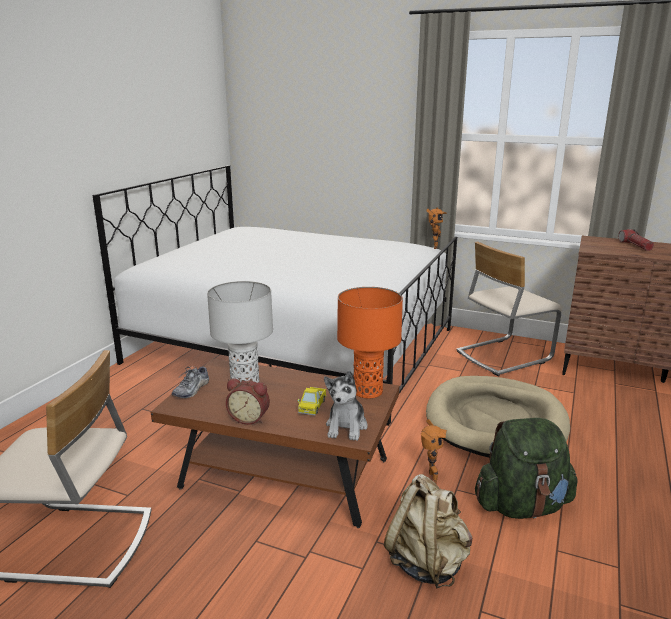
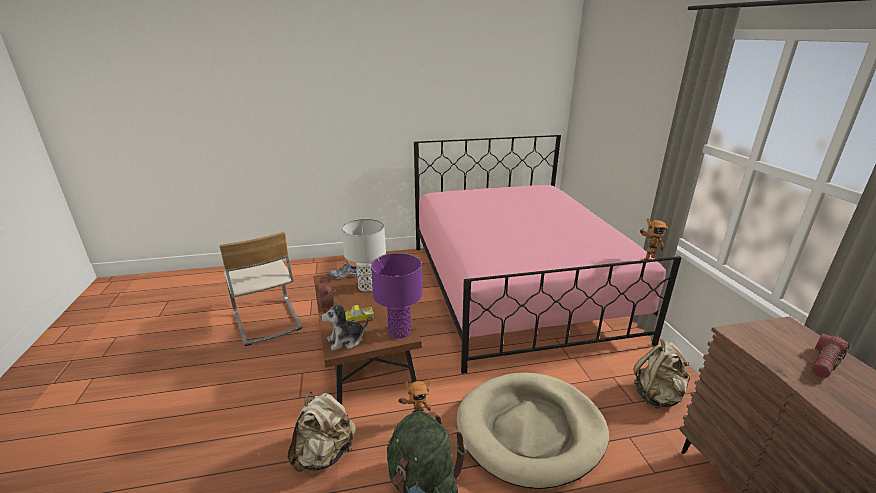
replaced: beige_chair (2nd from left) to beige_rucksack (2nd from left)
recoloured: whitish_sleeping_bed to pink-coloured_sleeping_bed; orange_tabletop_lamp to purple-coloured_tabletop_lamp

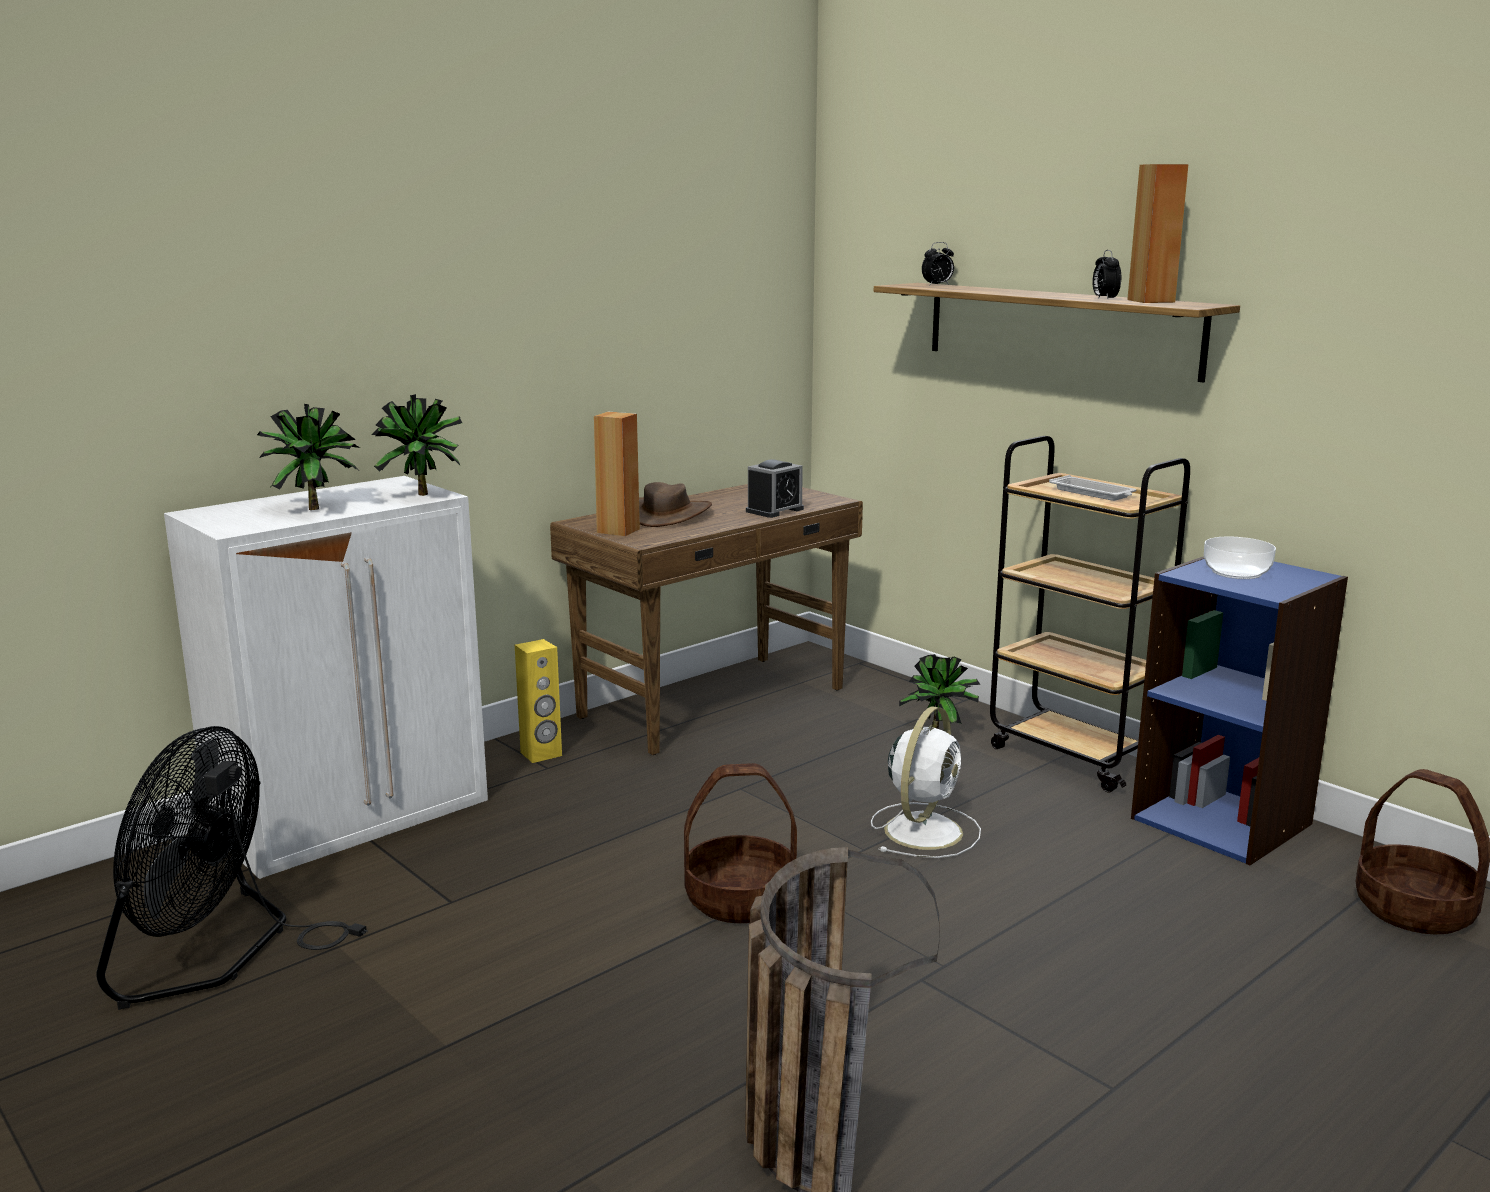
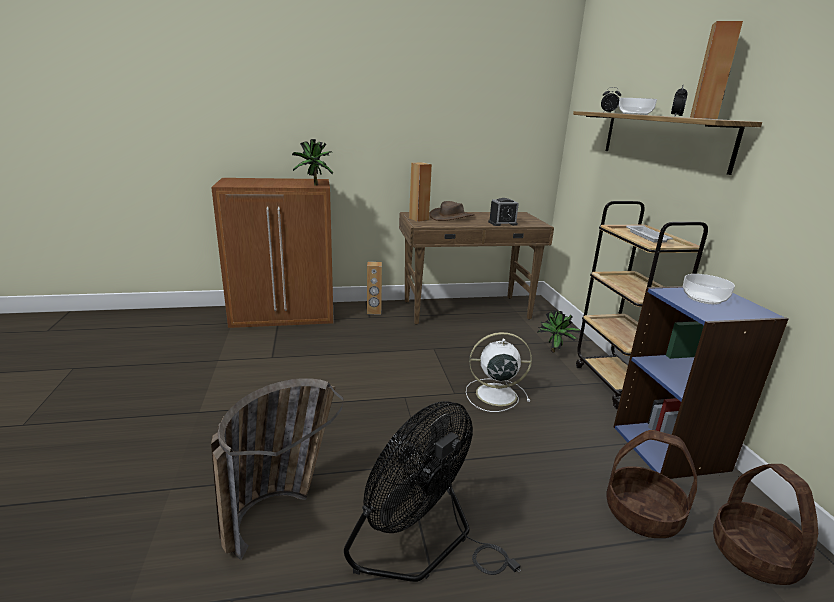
removed: potted_plant (1st from left)
added: serving_bowl (1st from left)
moved: black_cooling_fan; storage_basket (1st from left in the first image) to storage_basket (2nd from left)
recoloured: whitish_storage_cabinet to brownish_storage_cabinet; yellow_loudspeaker to brownish_loudspeaker (1st from left)
turned: whitish_cooling_fan 150 degrees counterclockwise

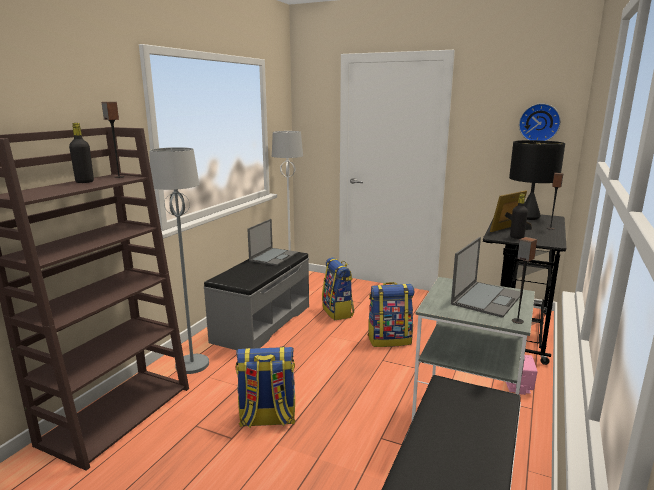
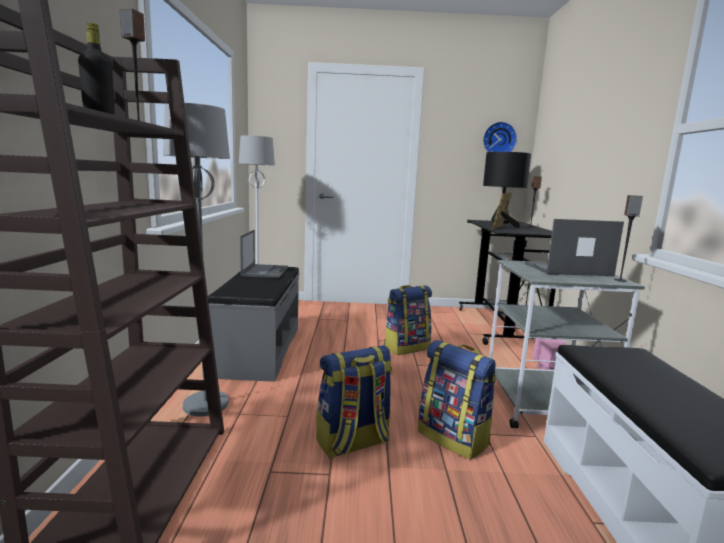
removed: black_drink_bottle (2nd from left)
moved: rucksack (2nd from left in the first image) to rucksack (3rd from left)
turned: laptop (2nd from left) 105 degrees counterclockwise

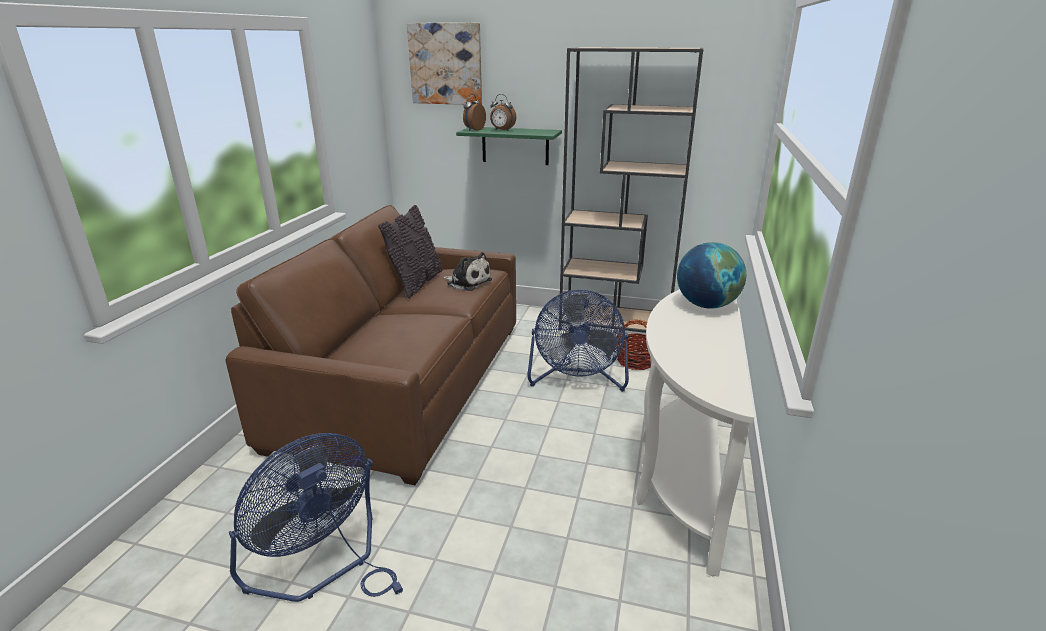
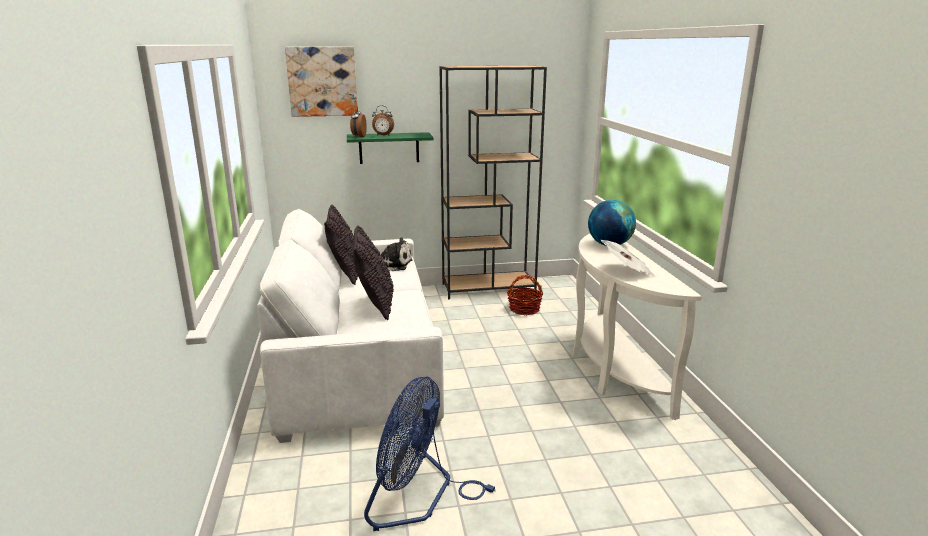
removed: bluish_cooling_fan (2nd from left)
added: black_cushion (2nd from left); newspaper
recoloured: brownish_couch to whitish_couch

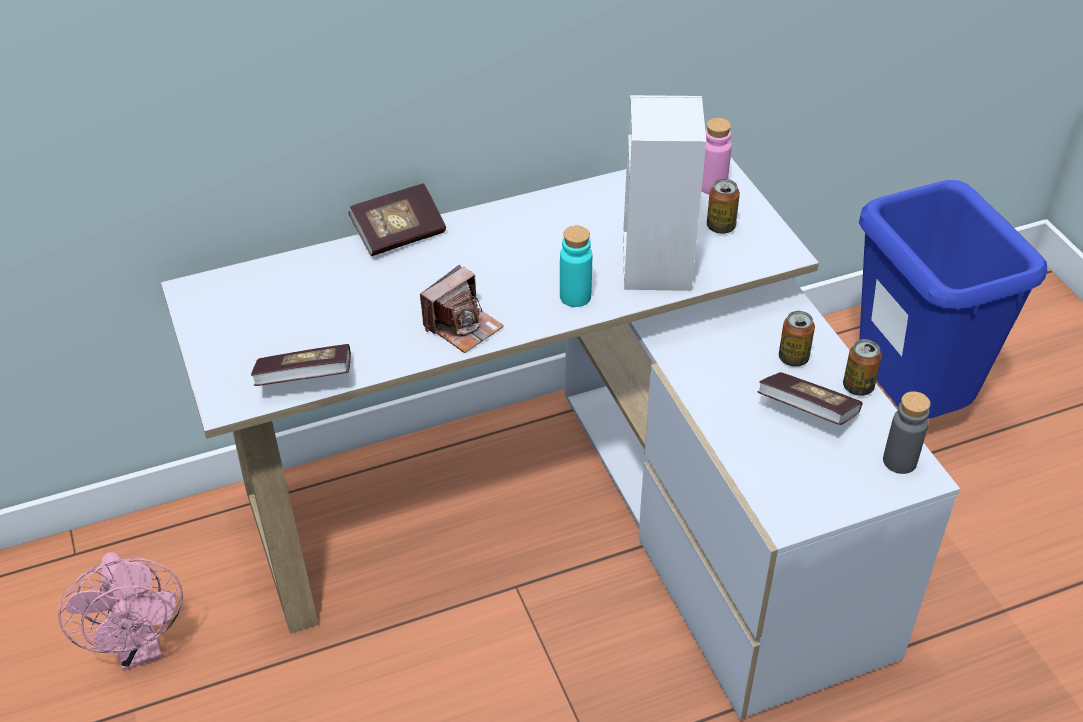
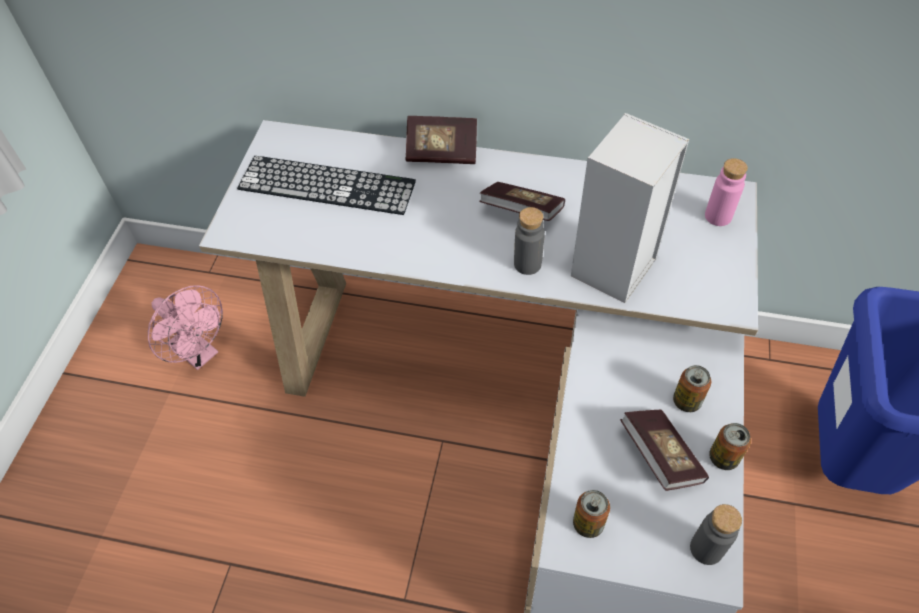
removed: still_camera
added: PC_keyboard
moved: sealed_can (1st from left); volume (1st from left in the first image) to volume (2nd from left)
recoloured: turquoise-coloured_drink_bottle to gray_drink_bottle (1st from left)
turned: pink-coloured_cooling_fan 60 degrees counterclockwise

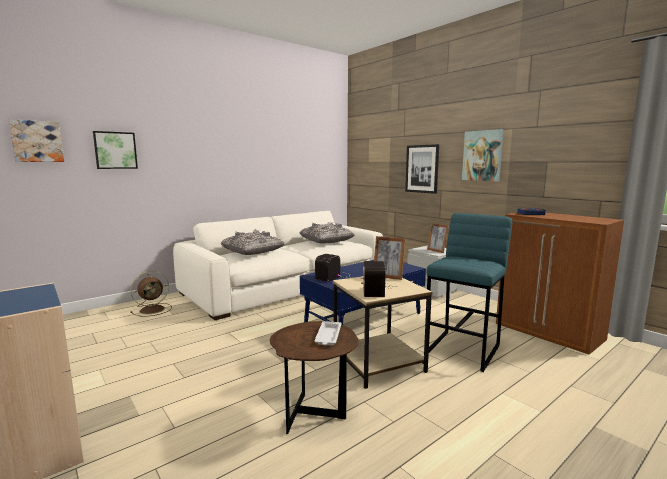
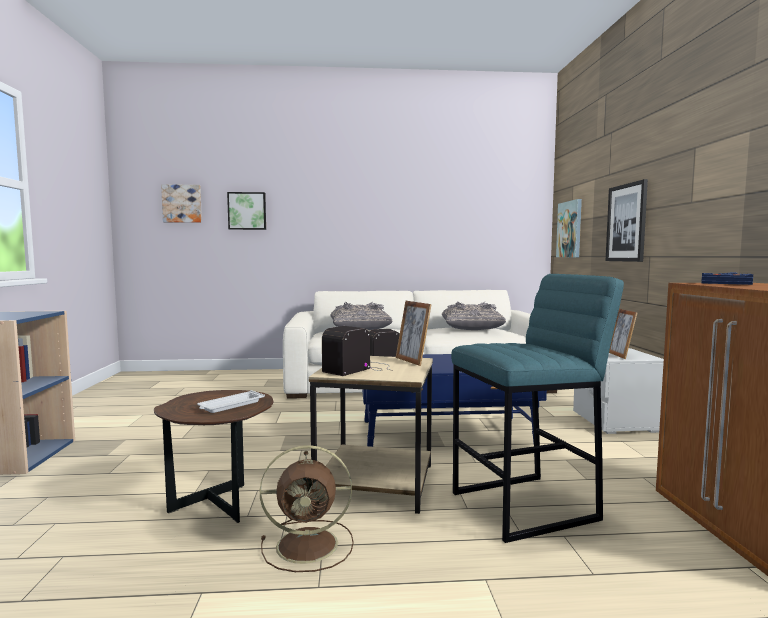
moved: picture (4th from left in the first image) to picture (3rd from left); brownish_cooling_fan

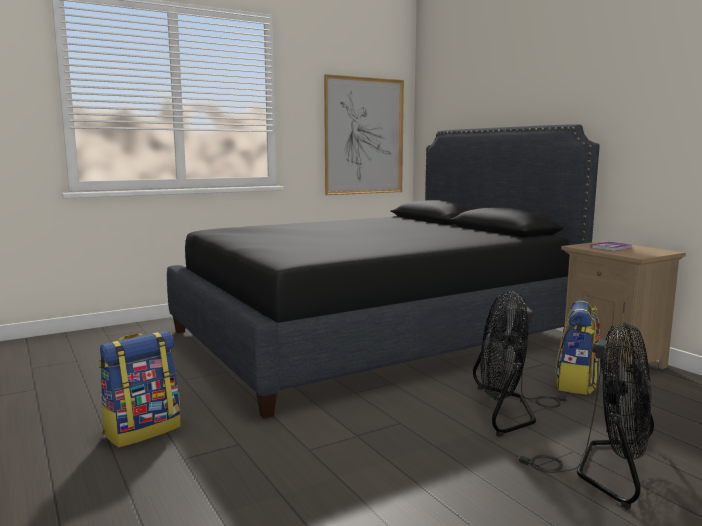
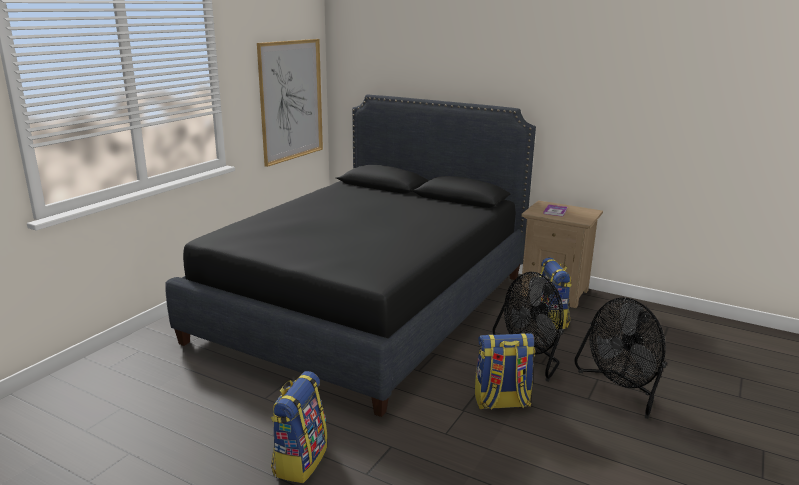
added: rucksack (2nd from left)
turned: black_cooling_fan (2nd from left) 150 degrees clockwise

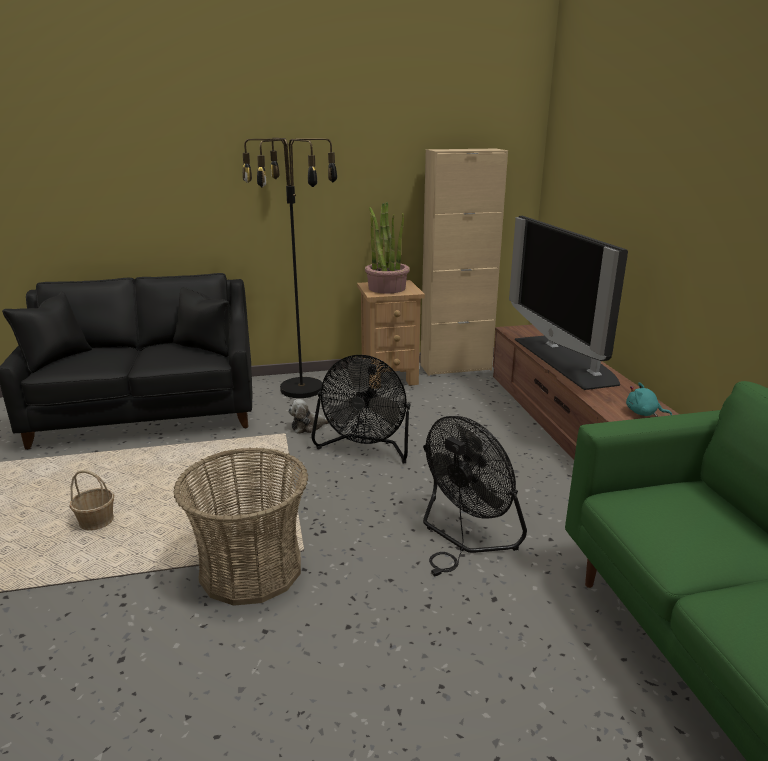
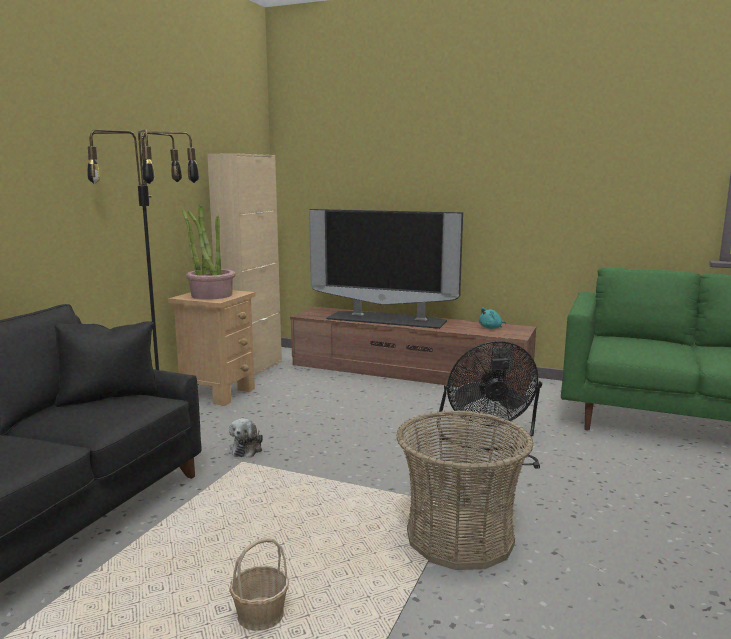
removed: black_cooling_fan (1st from left)

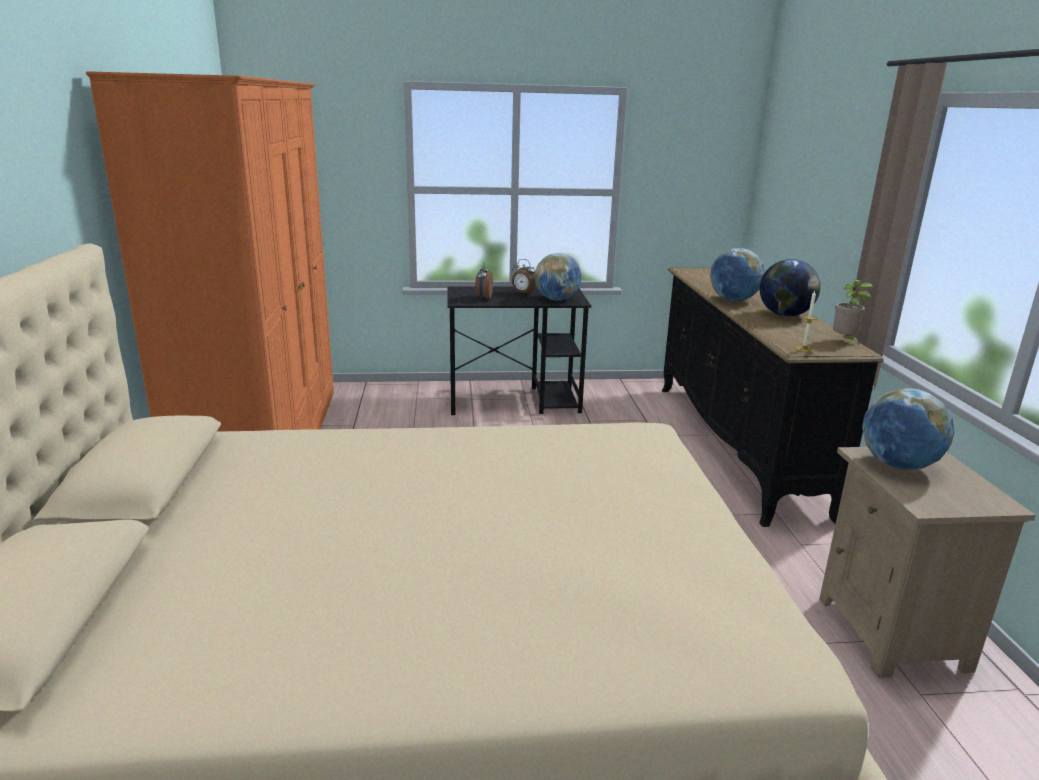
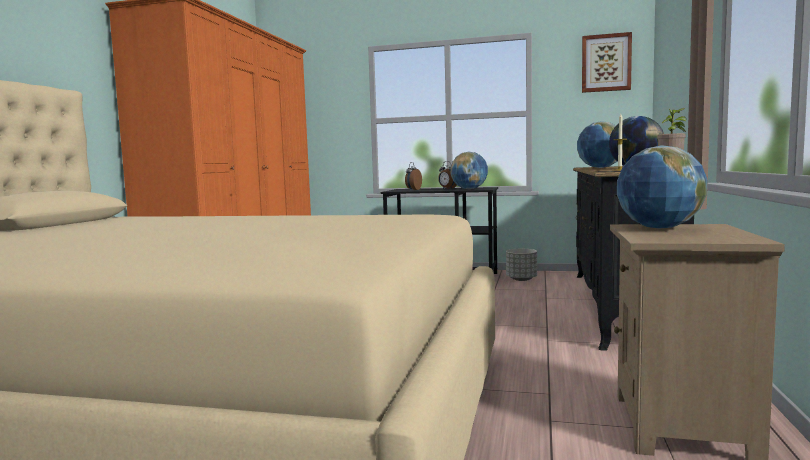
added: picture; gray_flower_pot

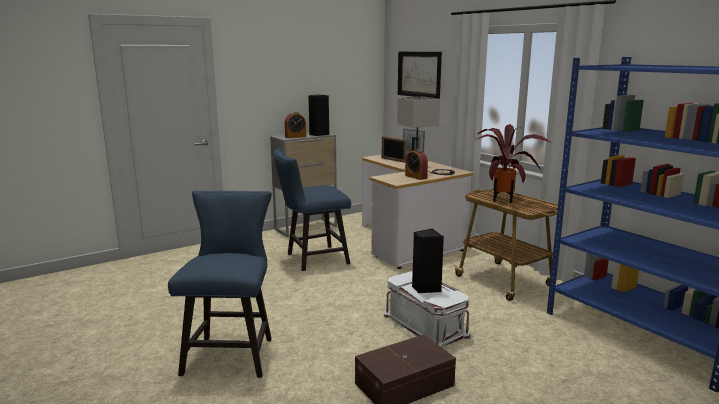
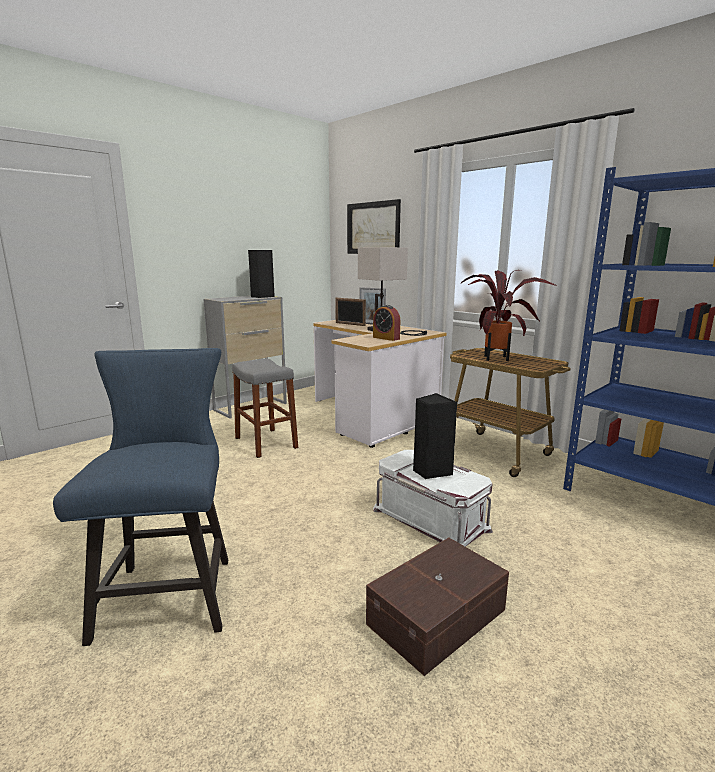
removed: bedside_clock (1st from left)
replaced: bluish_chair (2nd from left) to gray_sitting_stool

